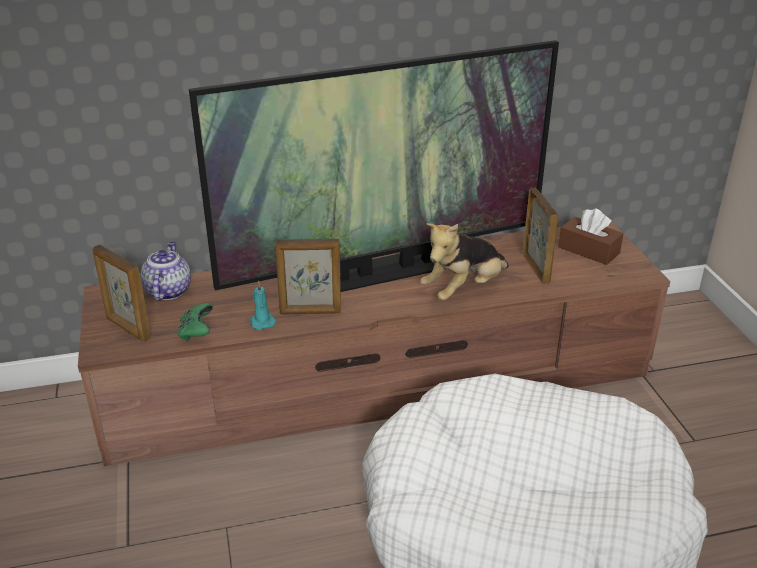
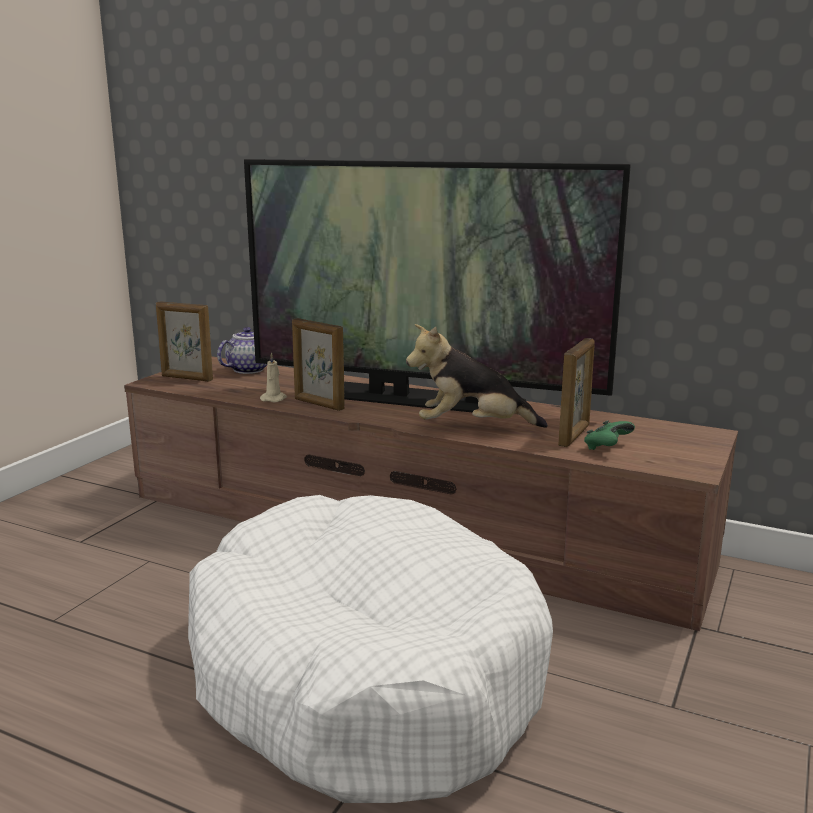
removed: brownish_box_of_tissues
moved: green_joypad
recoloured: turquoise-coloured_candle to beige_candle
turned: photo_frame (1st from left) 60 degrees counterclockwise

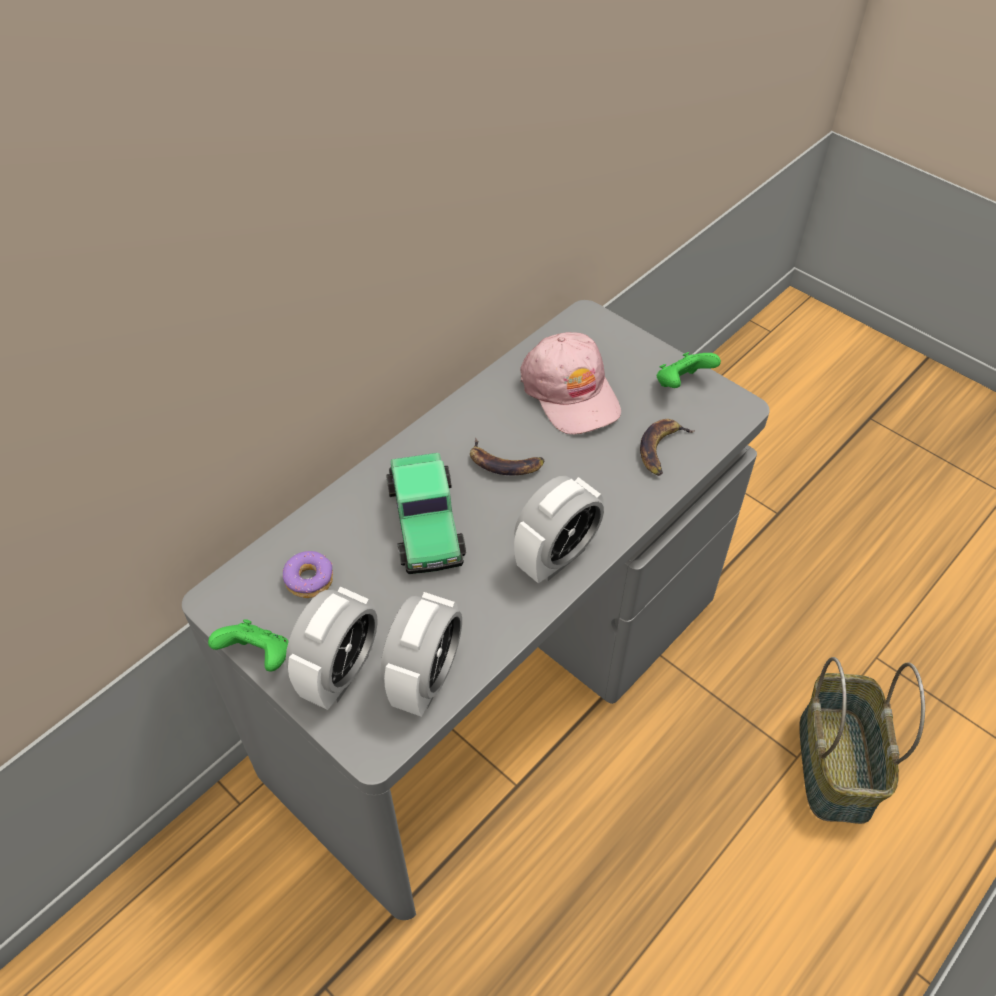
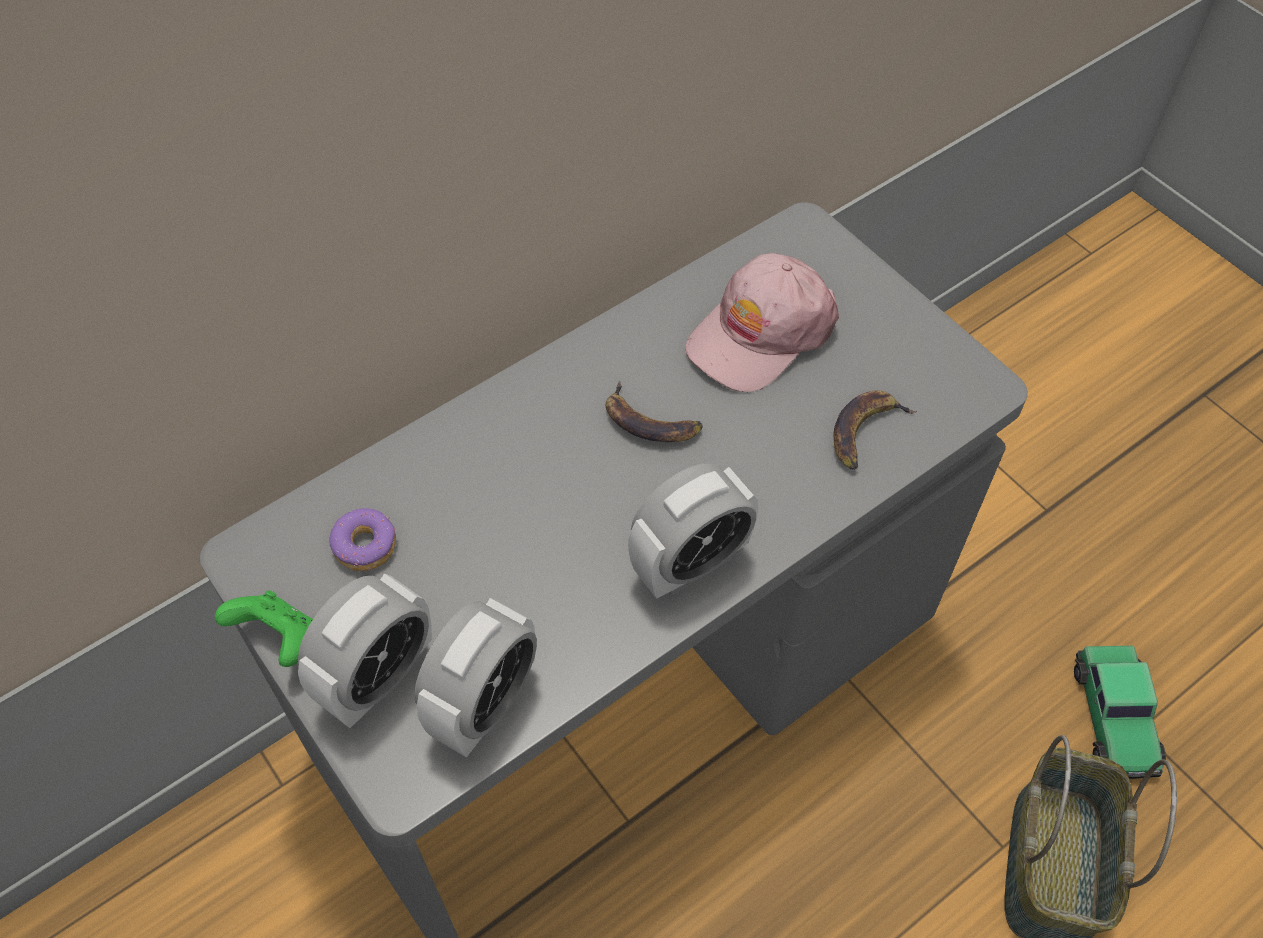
removed: green_joypad (2nd from left)
moved: model_car
turned: pink-coloured_baseball_cap 60 degrees clockwise

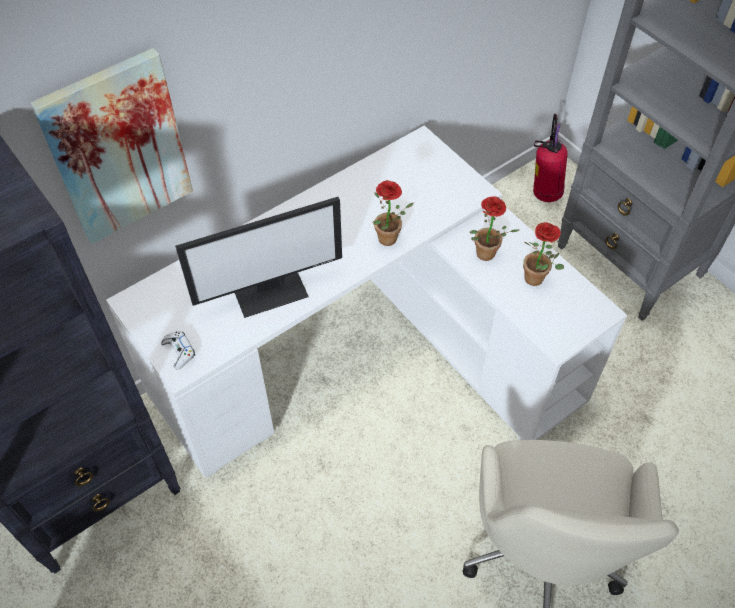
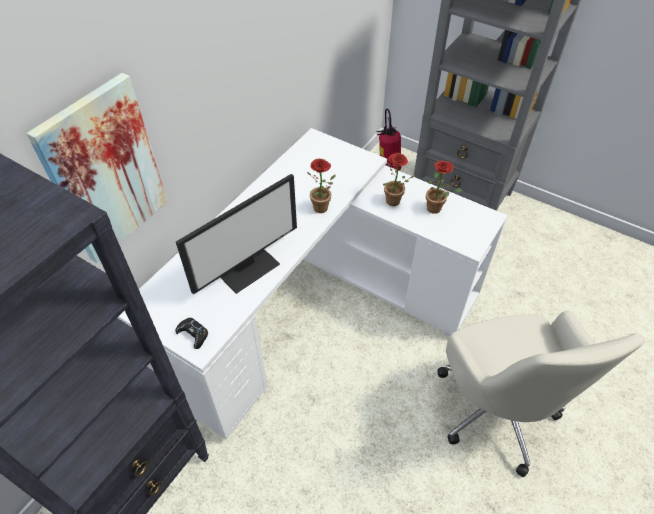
recoloured: whitish_joypad to black_joypad

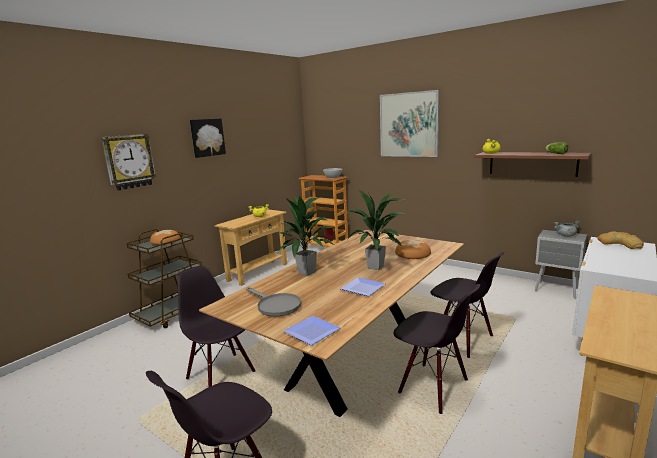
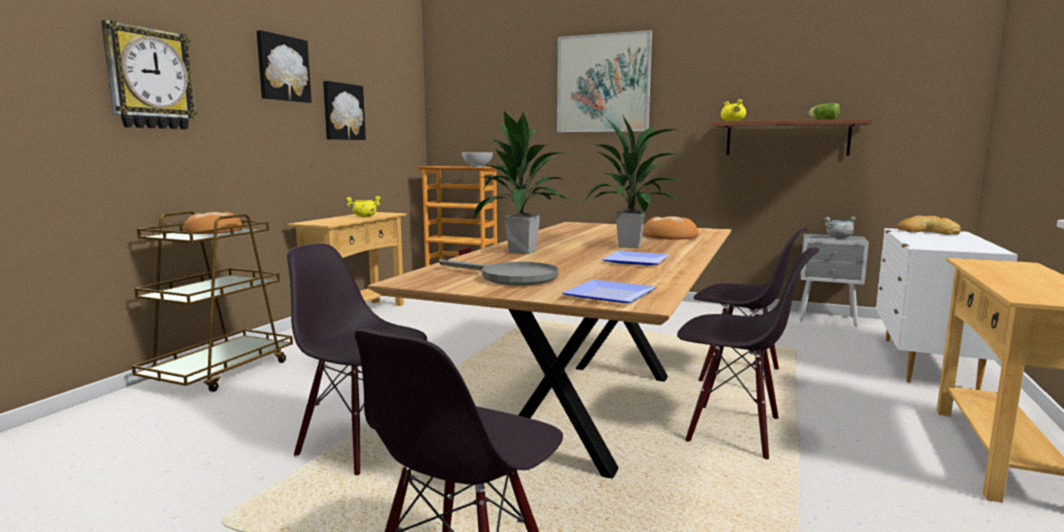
added: picture (2nd from left)

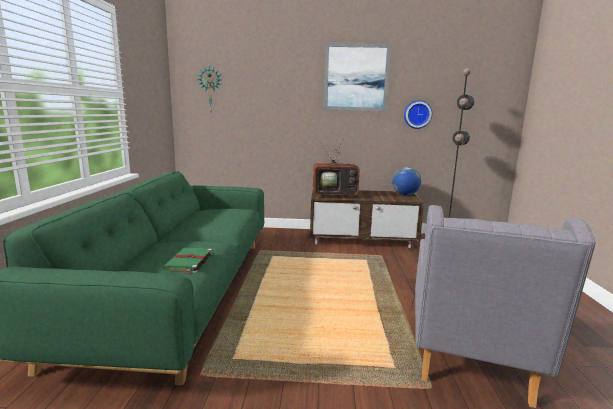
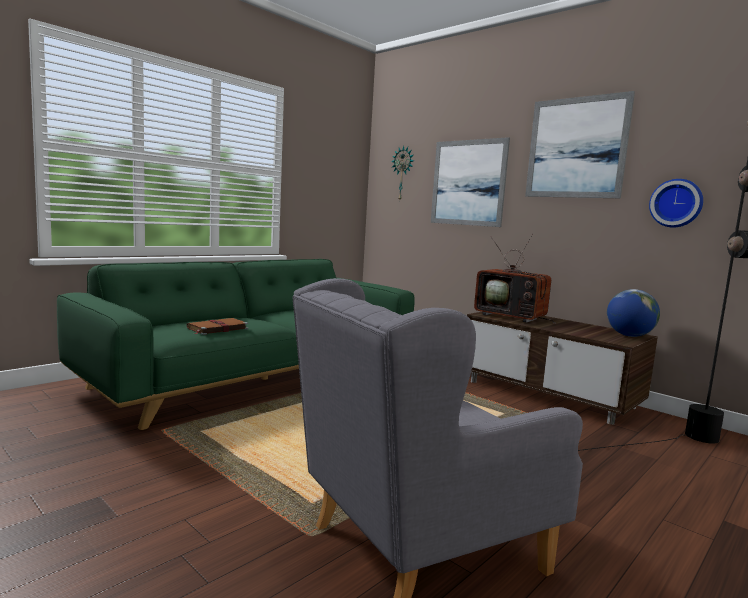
added: picture (1st from left)
recoloured: green_volume to brownish_volume

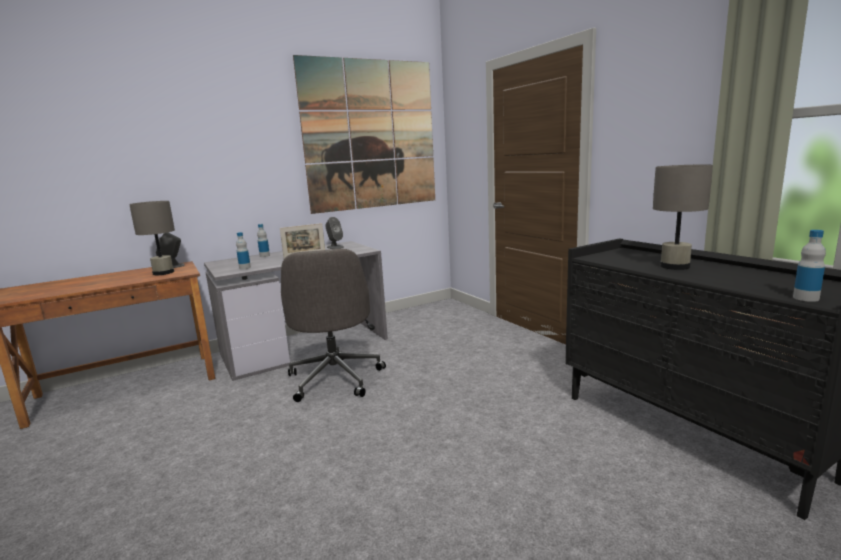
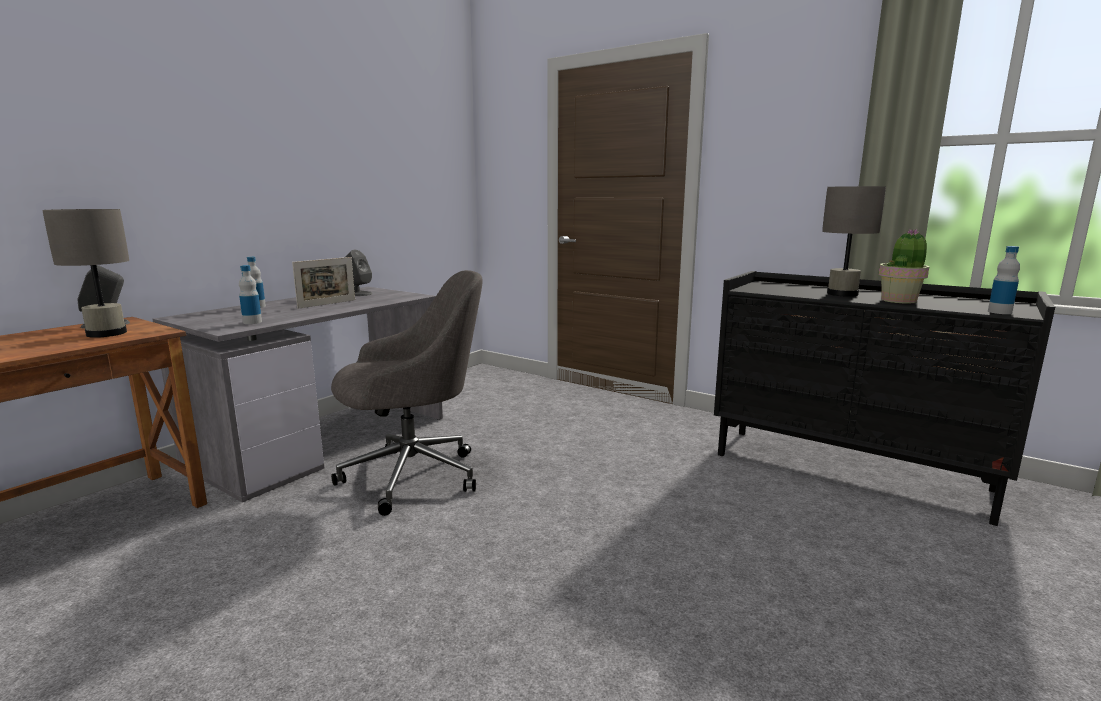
removed: picture
added: potted_plant
turned: gray_computer_chair 75 degrees counterclockwise

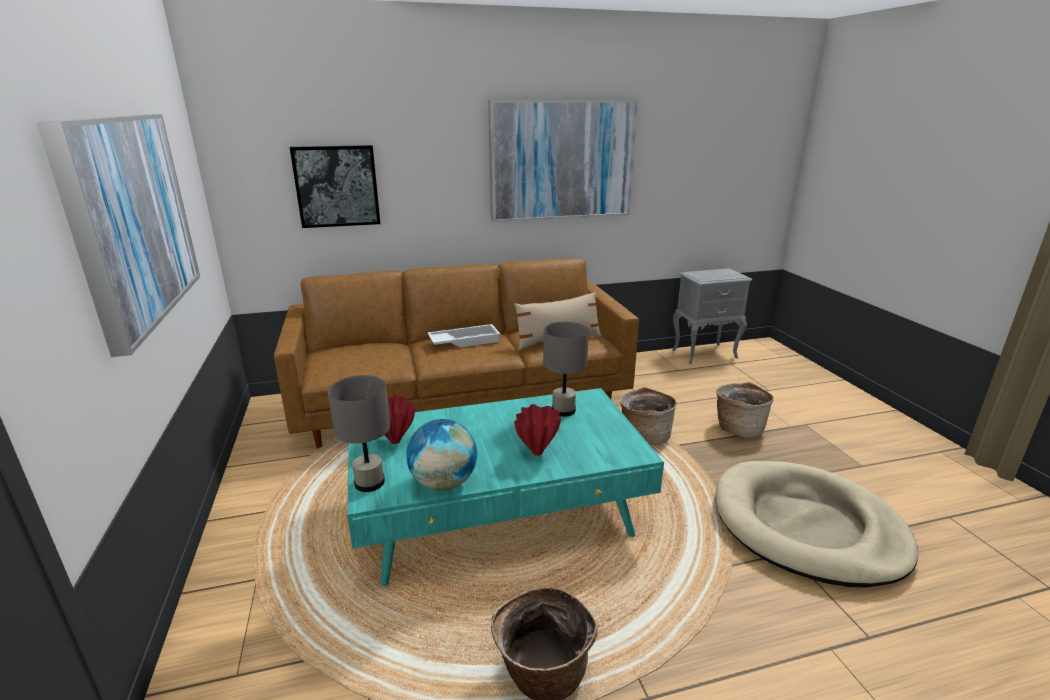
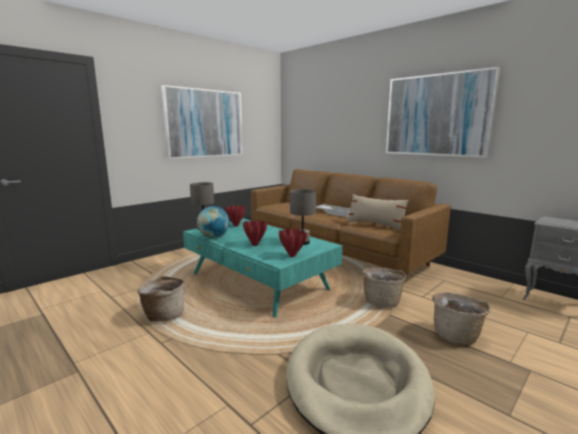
removed: picture (2nd from left)
added: red-coloured_vase (3rd from left)

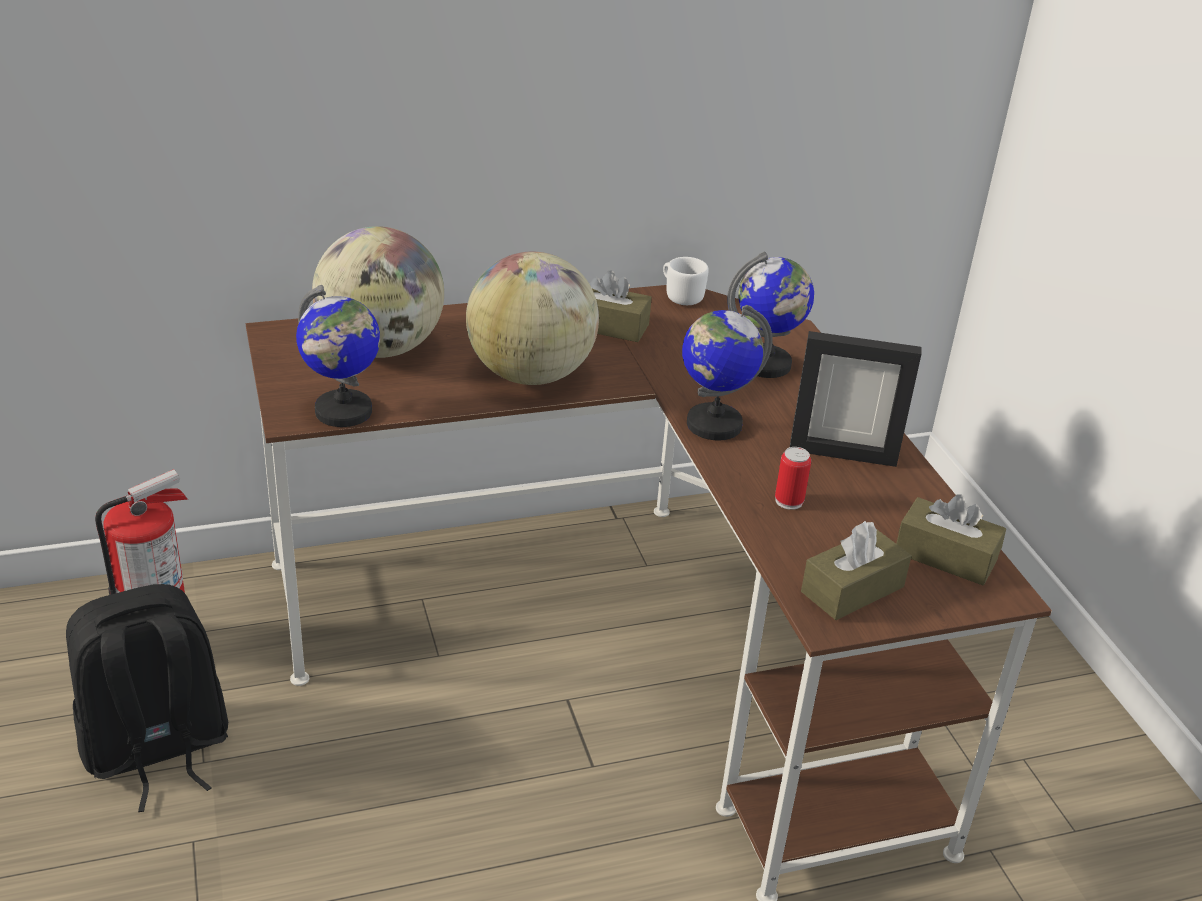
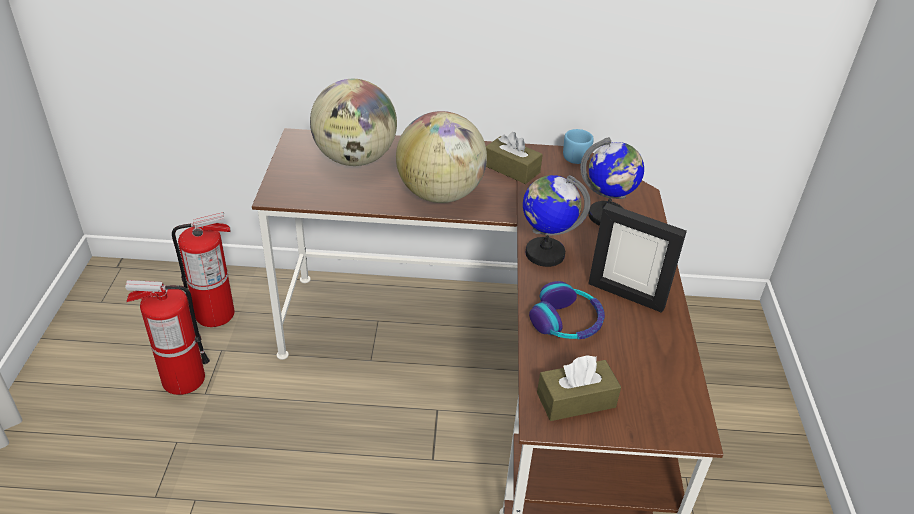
removed: world_globe (1st from left); brownish_box_of_tissues (3rd from left)
replaced: sealed_can to pair_of_headphones; black_rucksack to fire-fighting_cylinder (1st from left)
recoloured: whitish_mug to bluish_mug

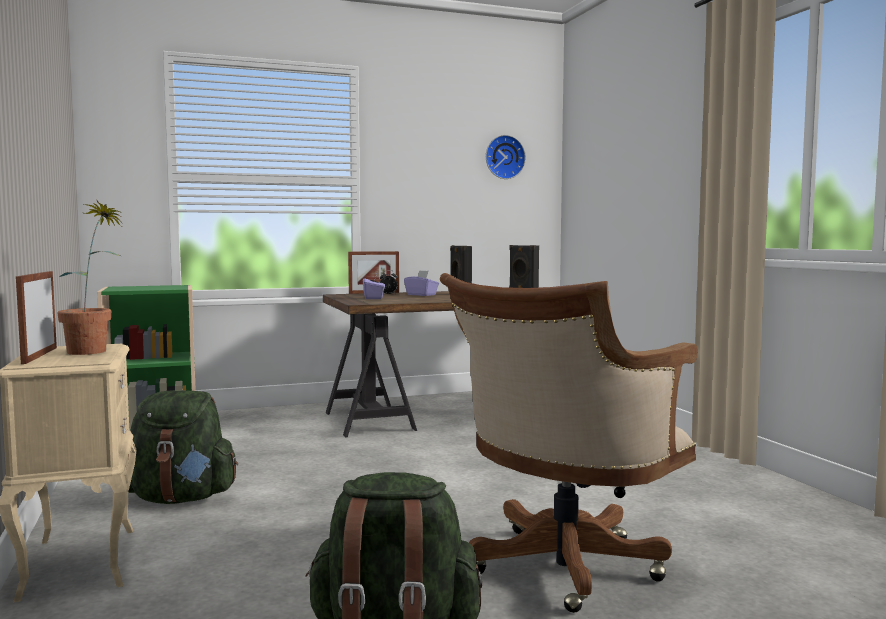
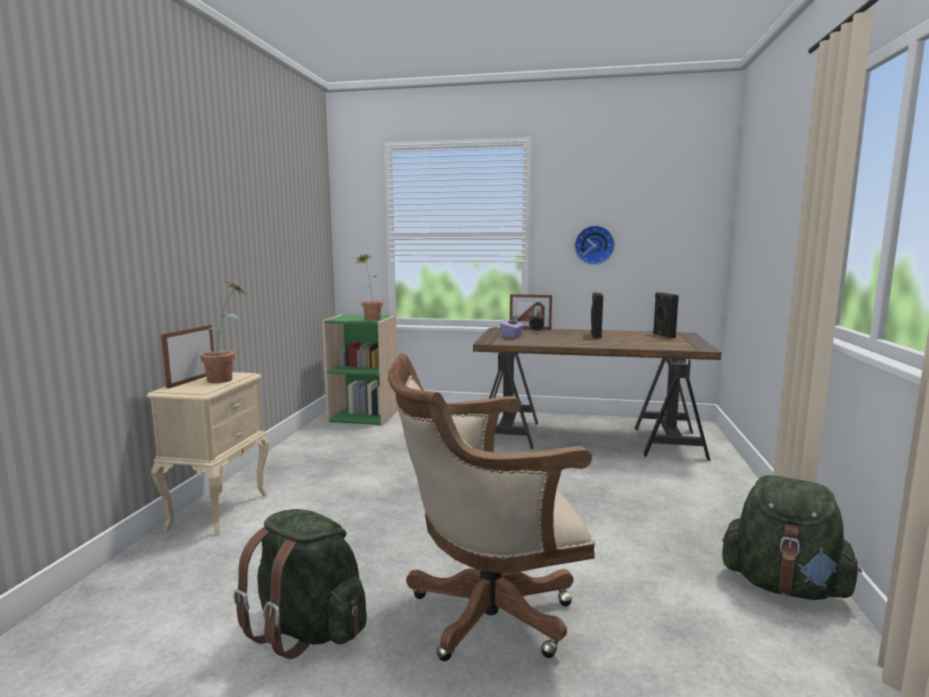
removed: purple-coloured_box_of_tissues (2nd from left)
added: potted_plant (2nd from left)
moved: wall_clock; green_rucksack (1st from left in the first image) to green_rucksack (2nd from left)

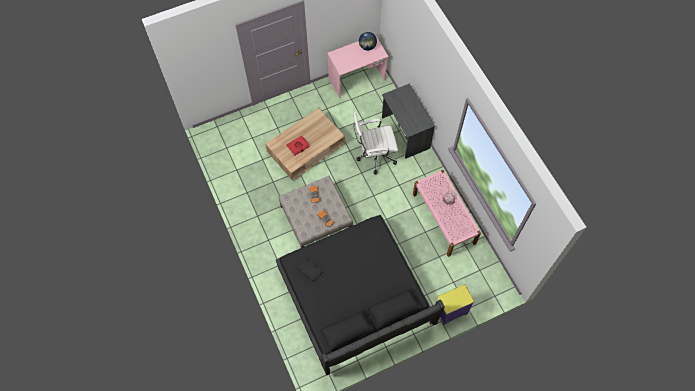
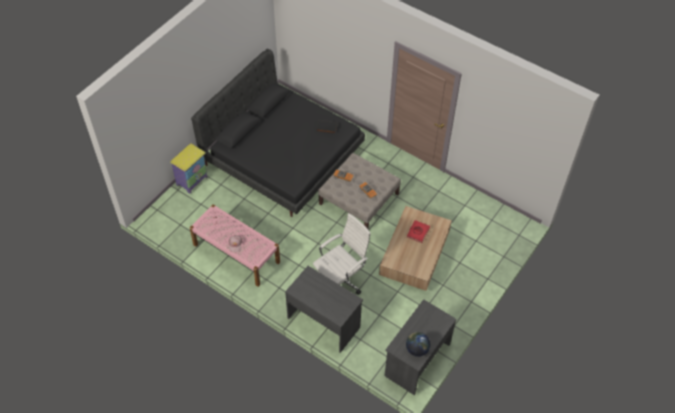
recoloured: pink-coloured_desk to gray_desk (2nd from left)

